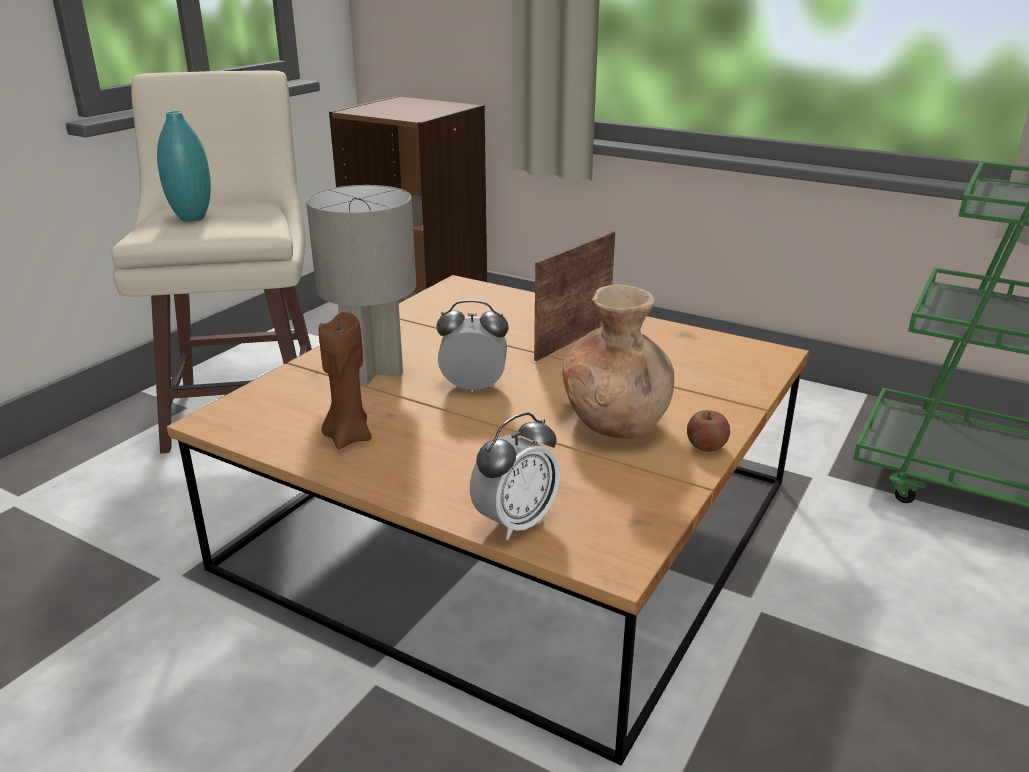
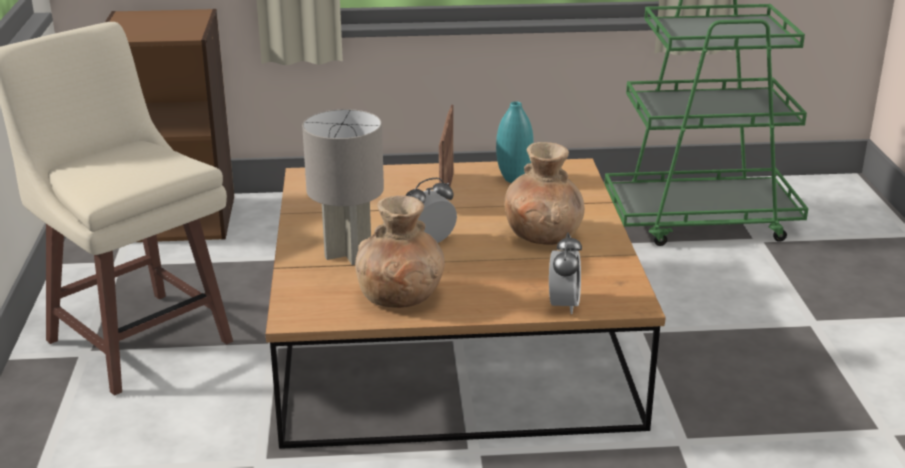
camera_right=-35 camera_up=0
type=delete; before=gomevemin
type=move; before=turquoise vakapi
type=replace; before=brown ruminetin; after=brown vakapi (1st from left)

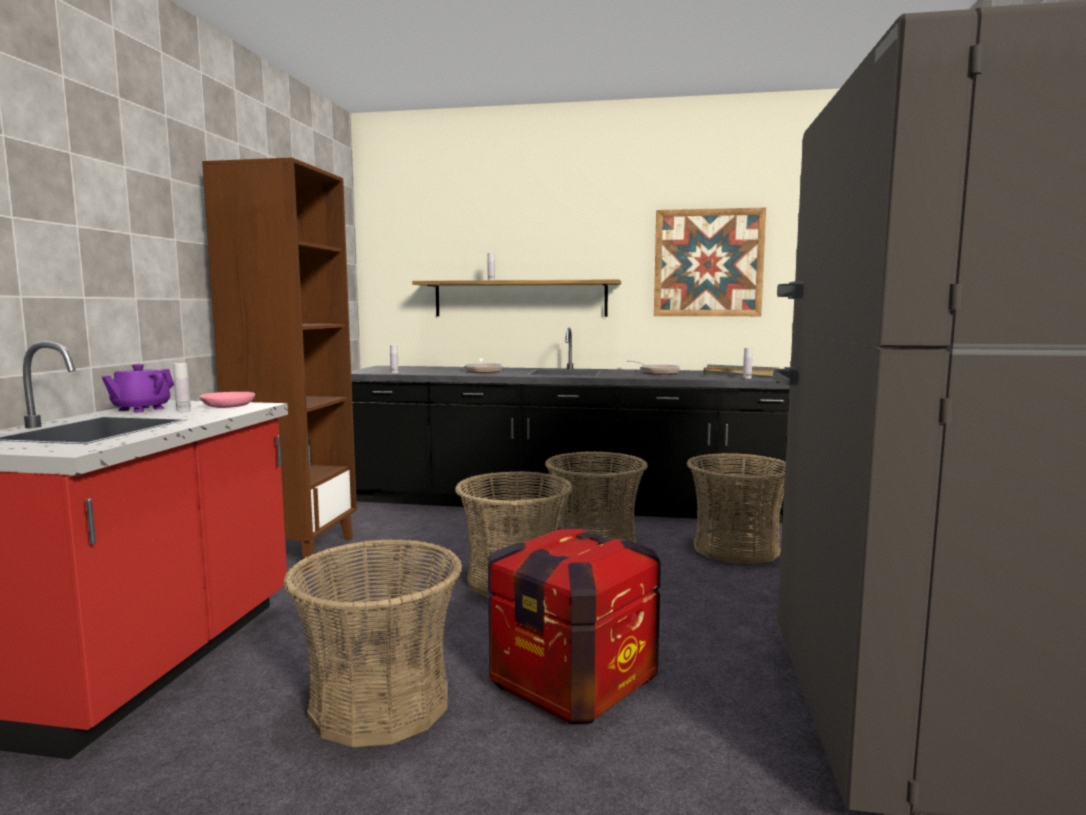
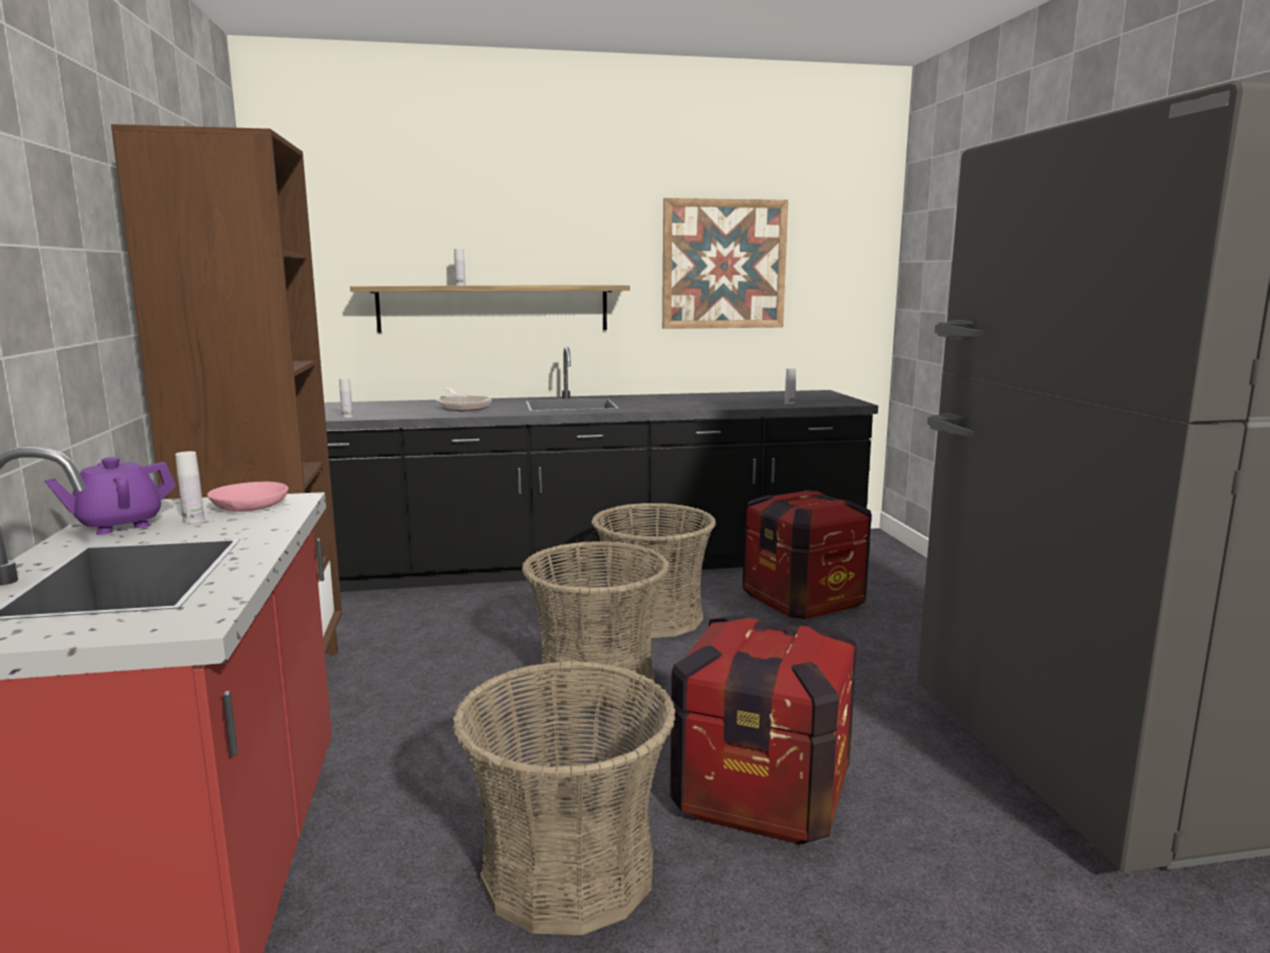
camera_right=-20 camera_up=5
type=delete; before=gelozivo (2nd from left)
type=delete; before=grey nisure
type=replace; before=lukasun (4th from left); after=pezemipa (2nd from left)
type=rotate; before=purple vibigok; turn=45

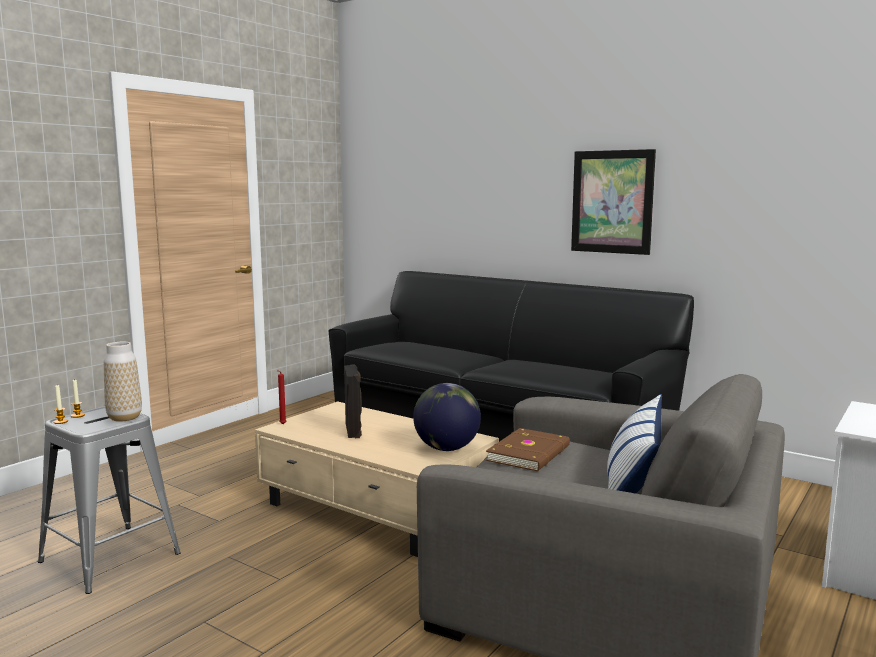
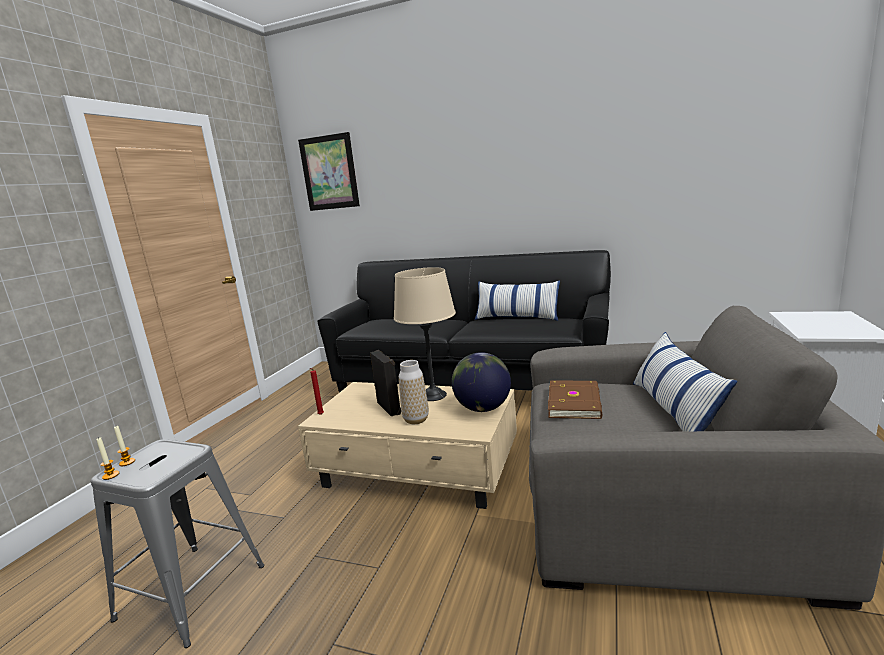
camera_right=-15 camera_up=5
type=insert; after=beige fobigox
type=insert; after=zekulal (1st from left)
type=move; before=vakapi
type=move; before=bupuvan

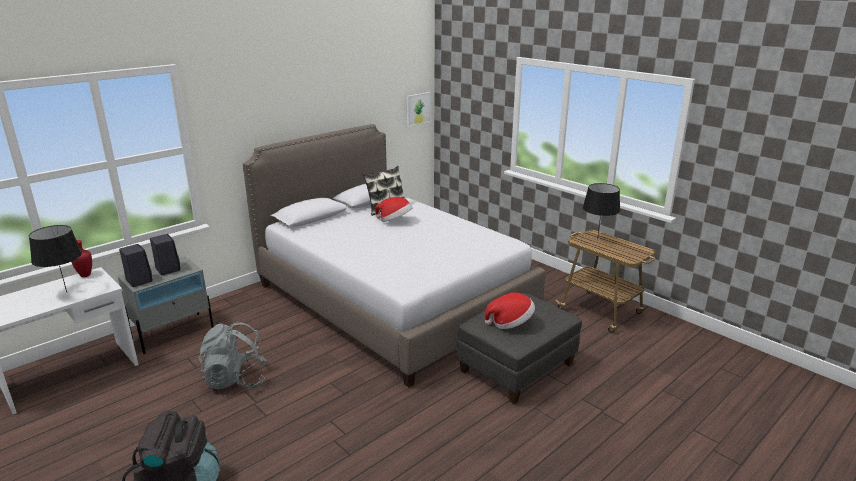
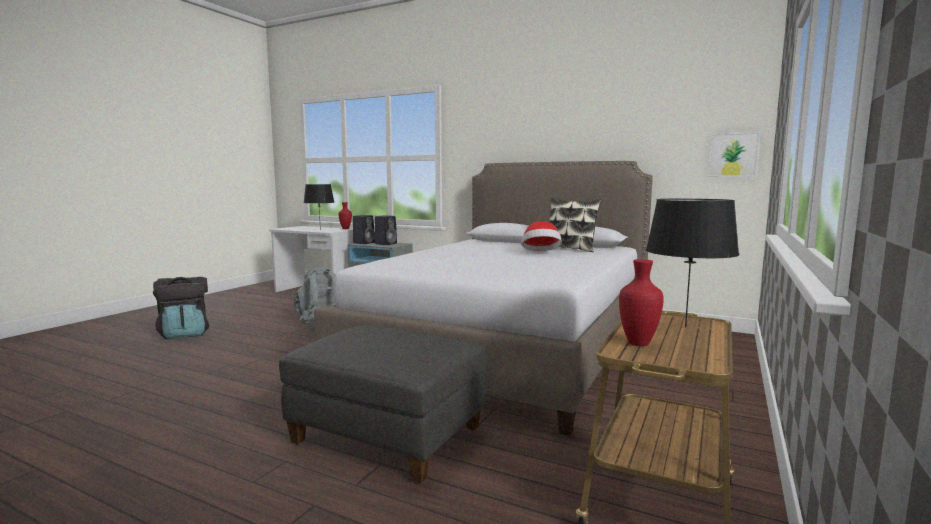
camera_right=70 camera_up=-15
type=delete; before=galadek (2nd from left)
type=insert; after=red vakapi (2nd from left)

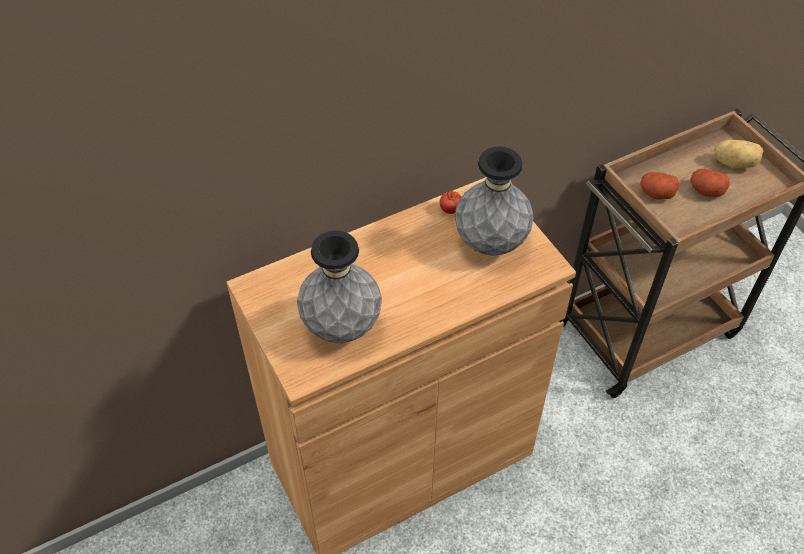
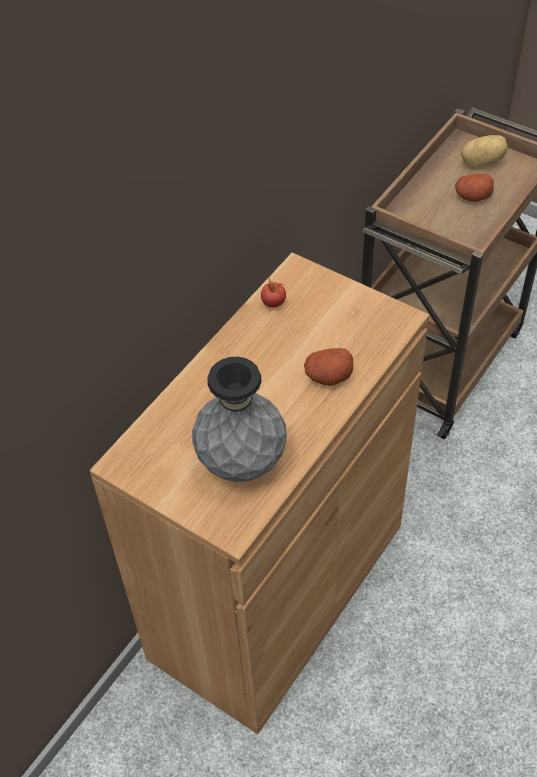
camera_right=-25 camera_up=0
type=delete; before=grey vakapi (2nd from left)
type=move; before=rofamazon (1st from left)

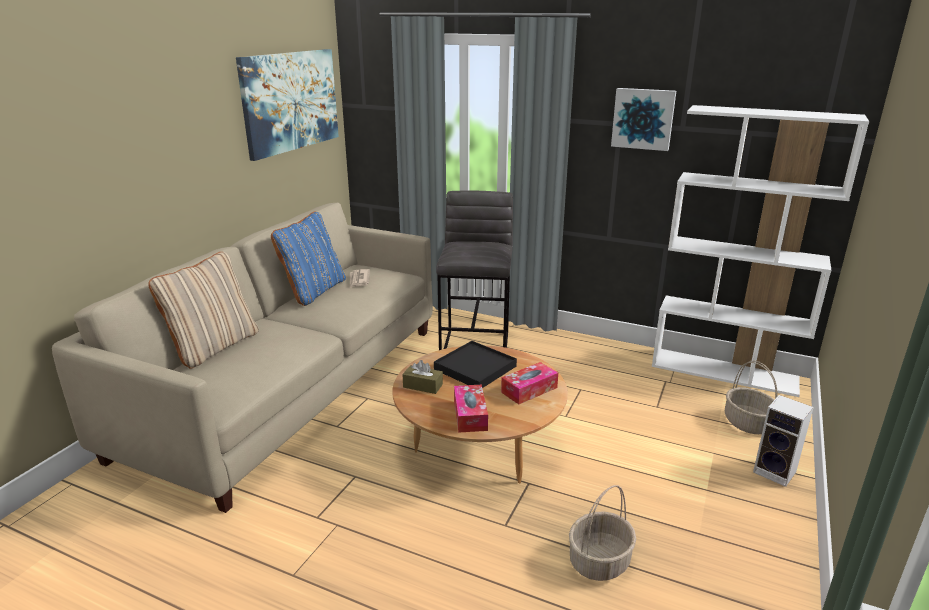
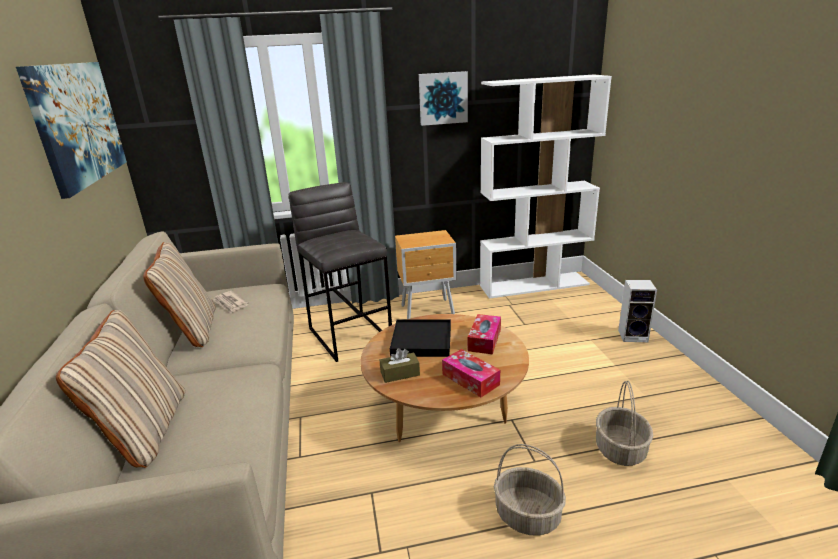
camera_right=-35 camera_up=0
type=insert; after=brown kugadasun
type=move; before=lukasun (2nd from left in the first image); after=lukasun (1st from left)
type=recolor; before=blue zekulal; after=beige zekulal (2nd from left)

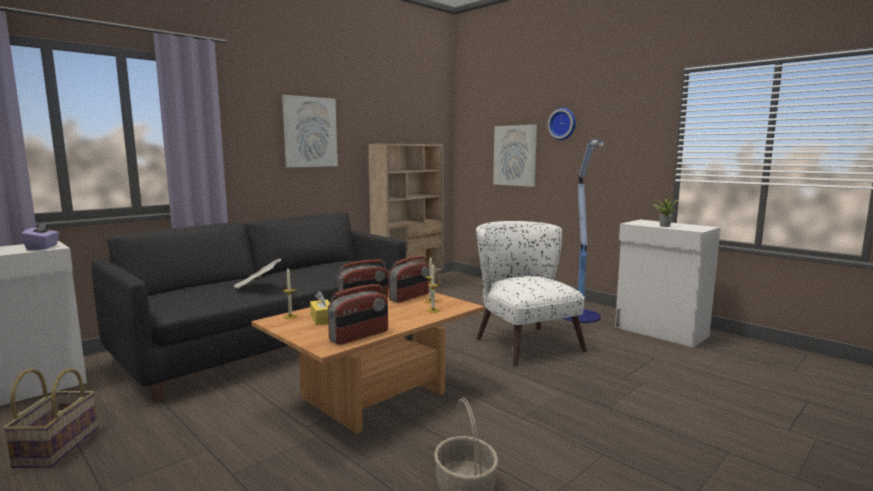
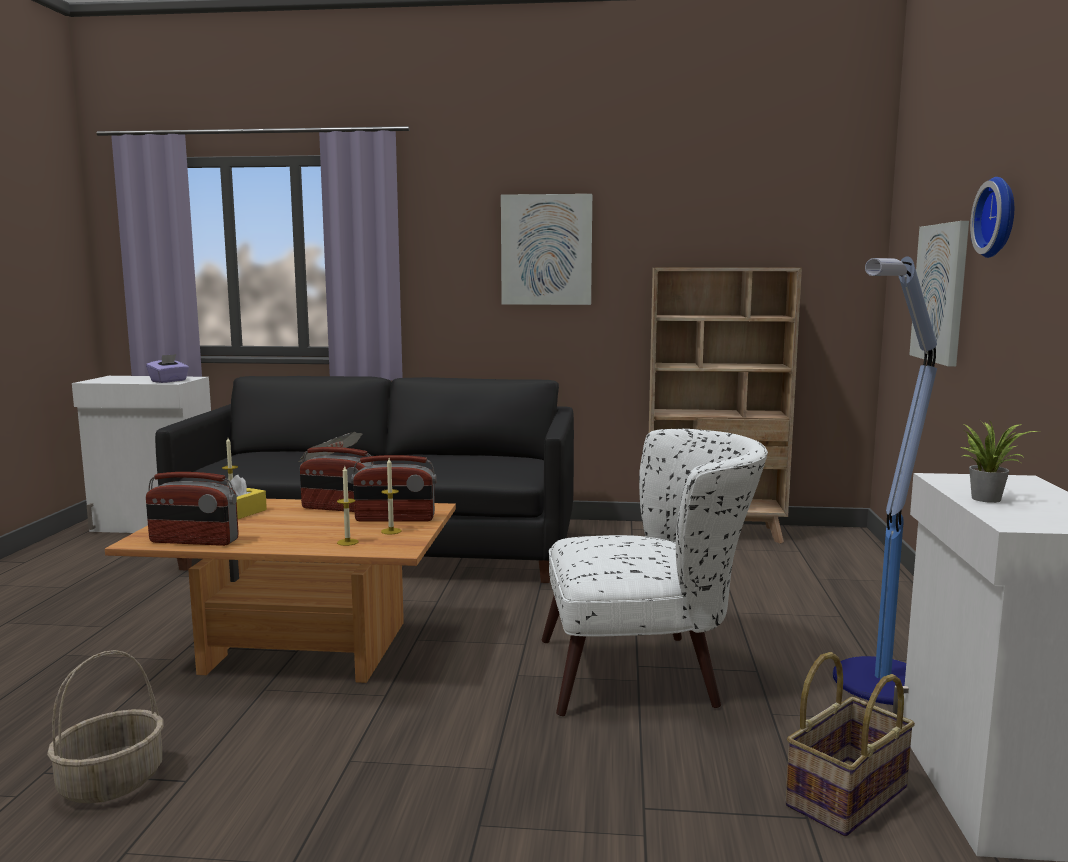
camera_right=50 camera_up=0
type=move; before=lukasun (1st from left in the first image); after=lukasun (2nd from left)
type=rotate; before=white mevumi; turn=60

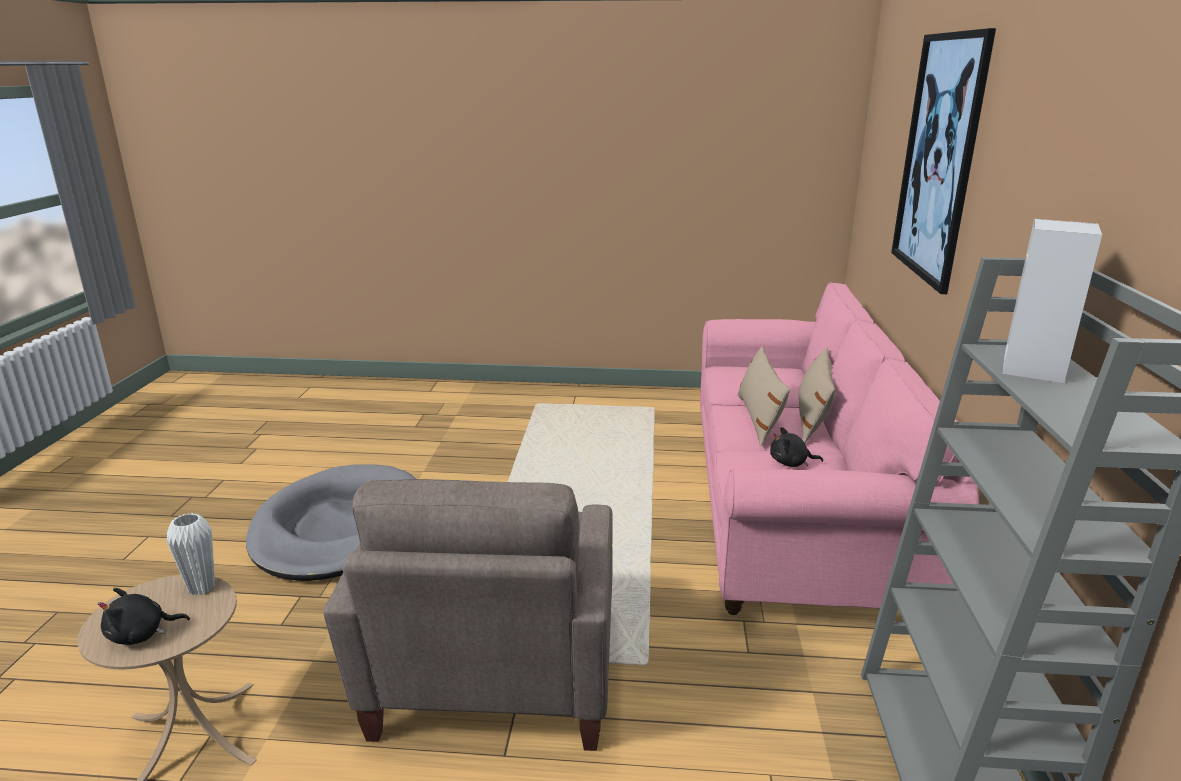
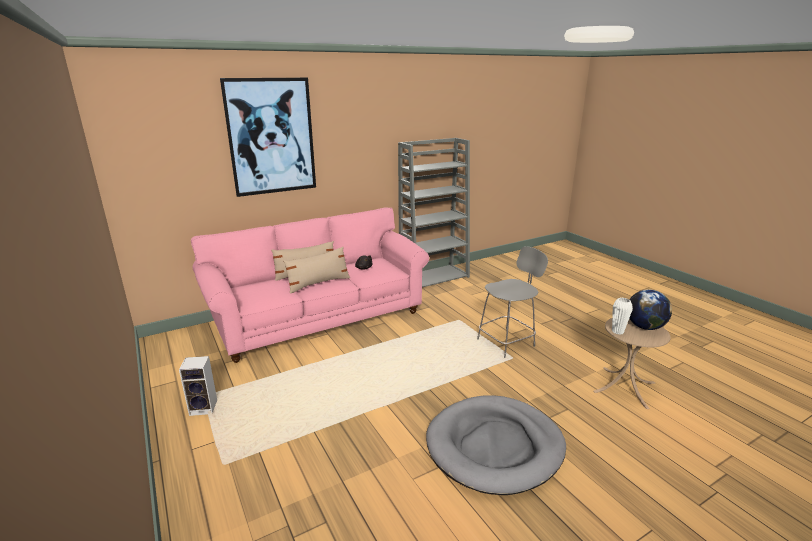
camera_right=-125 camera_up=0
type=move; before=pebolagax
type=replace; before=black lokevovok (1st from left); after=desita
type=replace; before=beige mevumi; after=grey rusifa

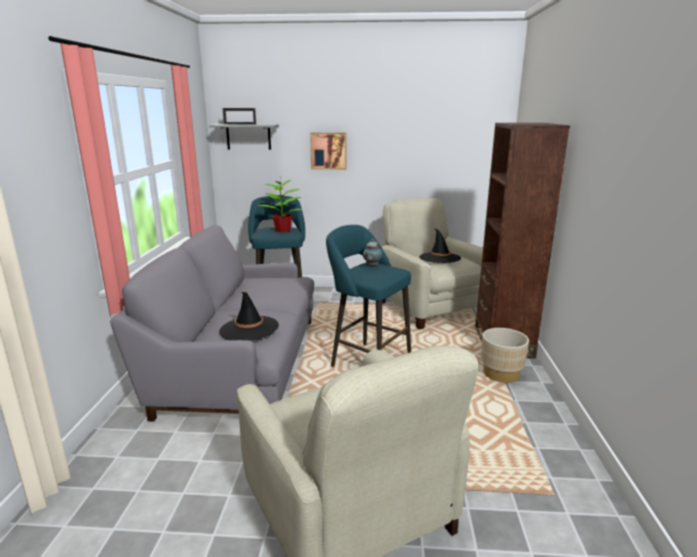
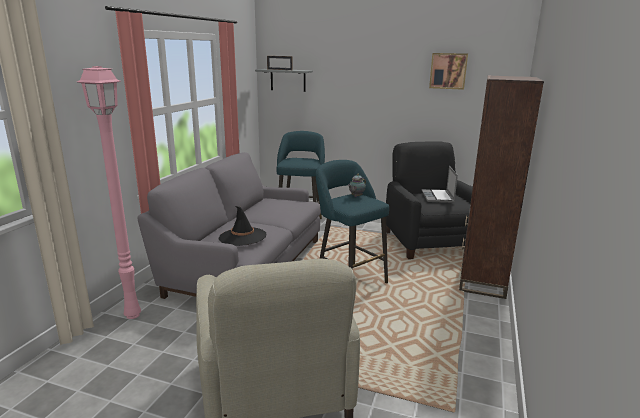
camera_right=15 camera_up=0
type=delete; before=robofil
type=delete; before=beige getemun
type=insert; after=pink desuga
type=move; before=bupuvan
type=replace; before=black galadek (2nd from left); after=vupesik
type=recolor; before=beige mevumi (2nd from left); after=black mevumi

